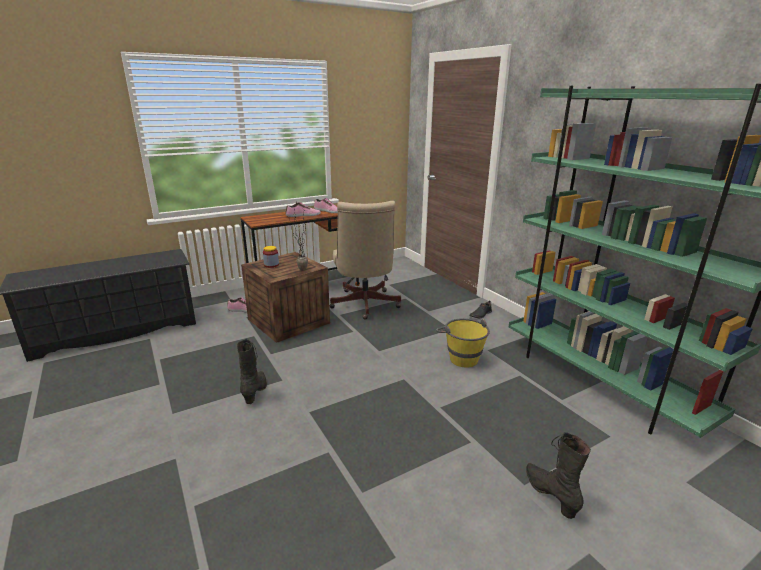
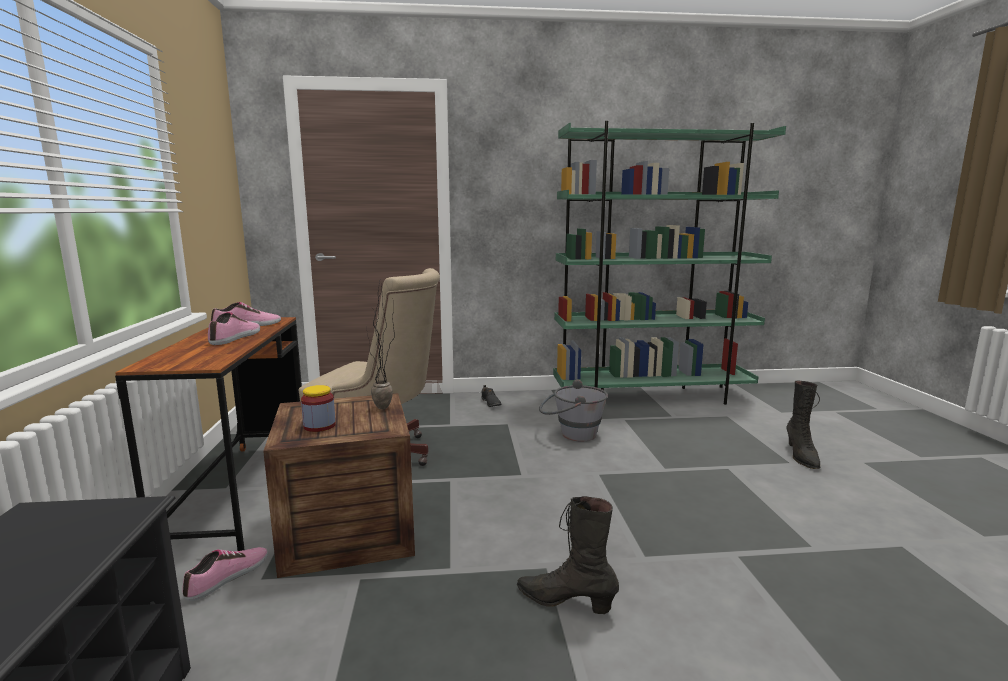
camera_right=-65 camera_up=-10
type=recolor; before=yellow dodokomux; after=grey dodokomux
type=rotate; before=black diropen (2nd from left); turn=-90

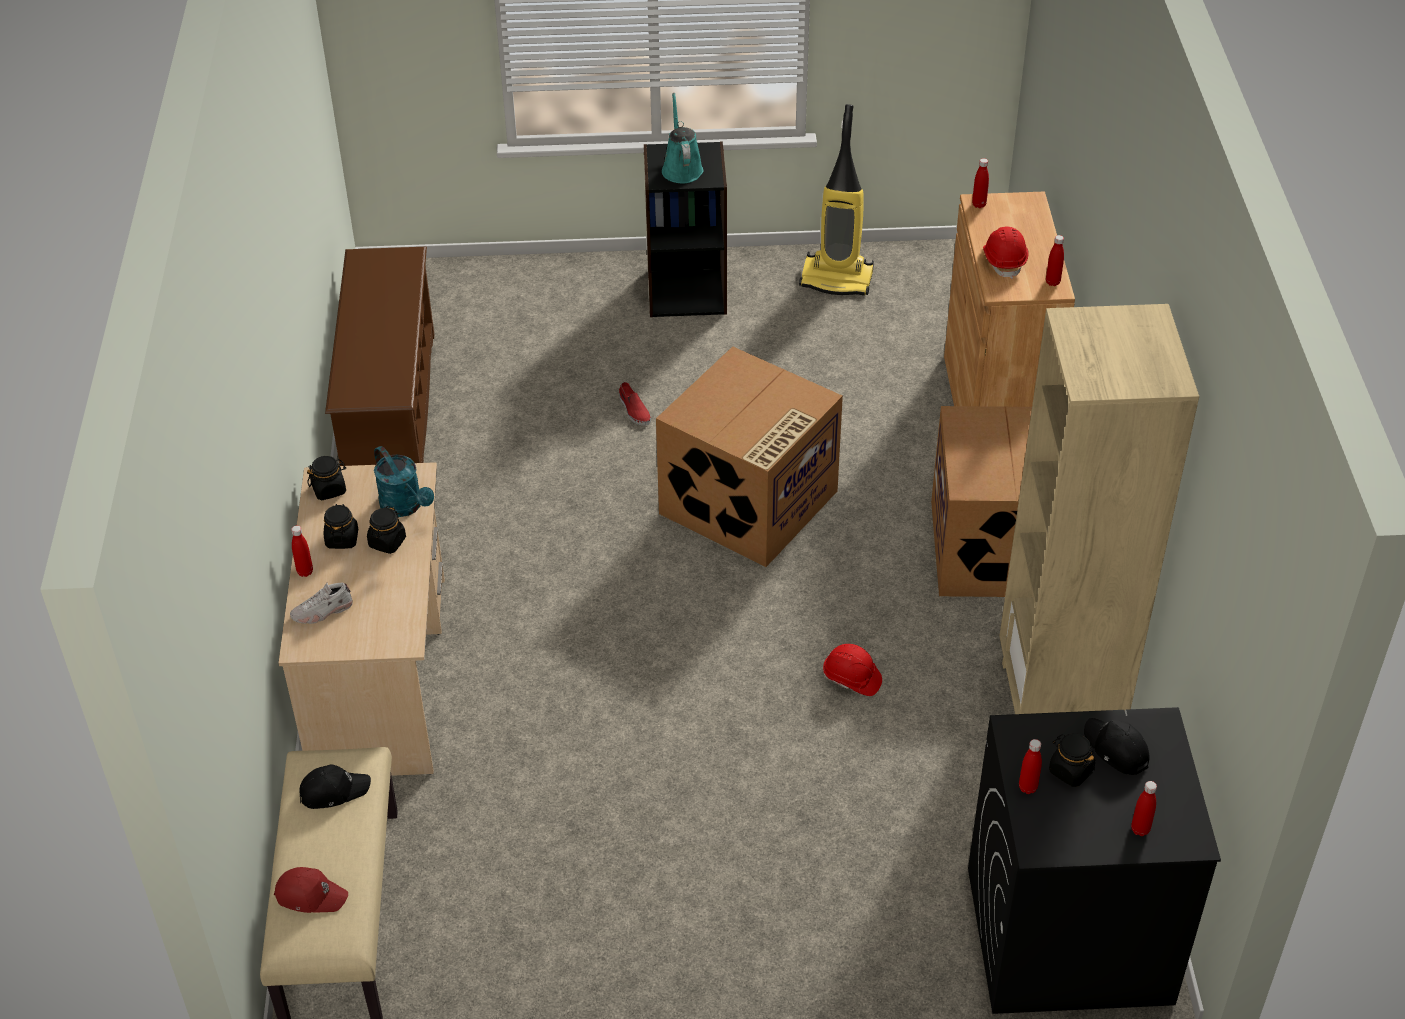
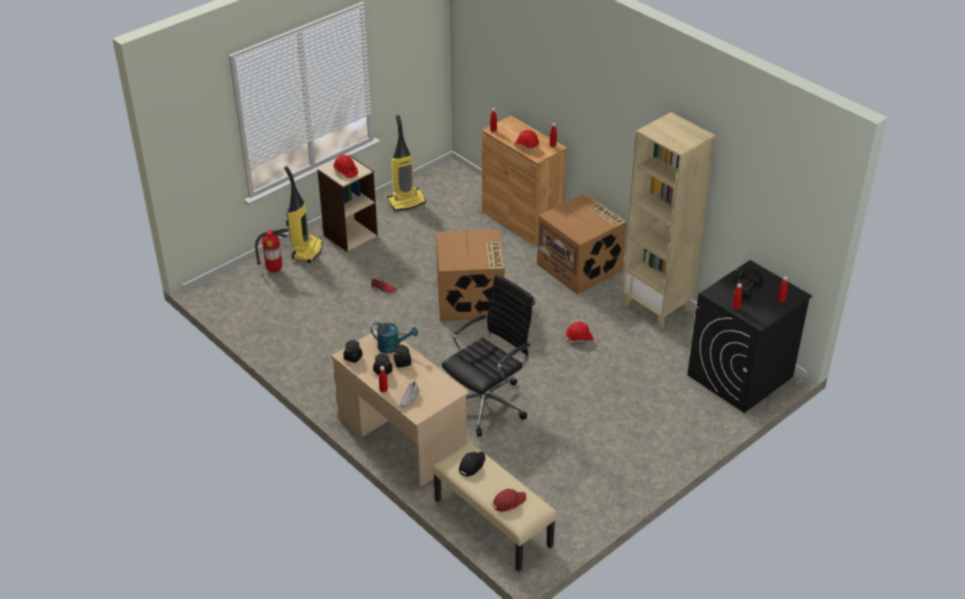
camera_right=-40 camera_up=-5
type=delete; before=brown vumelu
type=insert; after=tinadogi
type=insert; after=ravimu (1st from left)
type=insert; after=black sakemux
type=replace; before=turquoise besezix (2nd from left); after=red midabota (1st from left)
type=recolor; before=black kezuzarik; after=beige kezuzarik (1st from left)

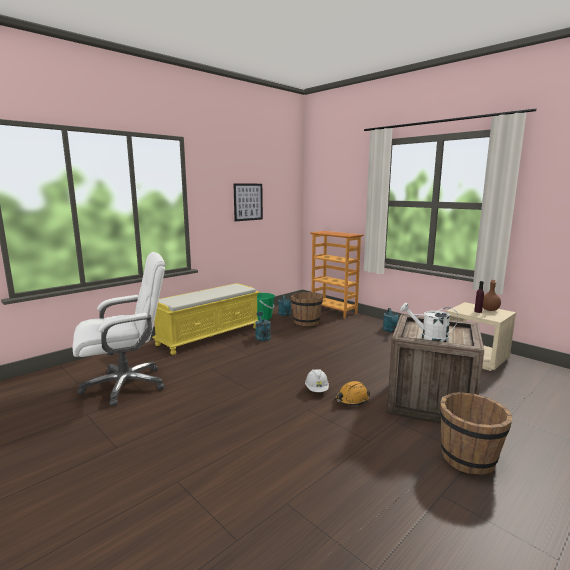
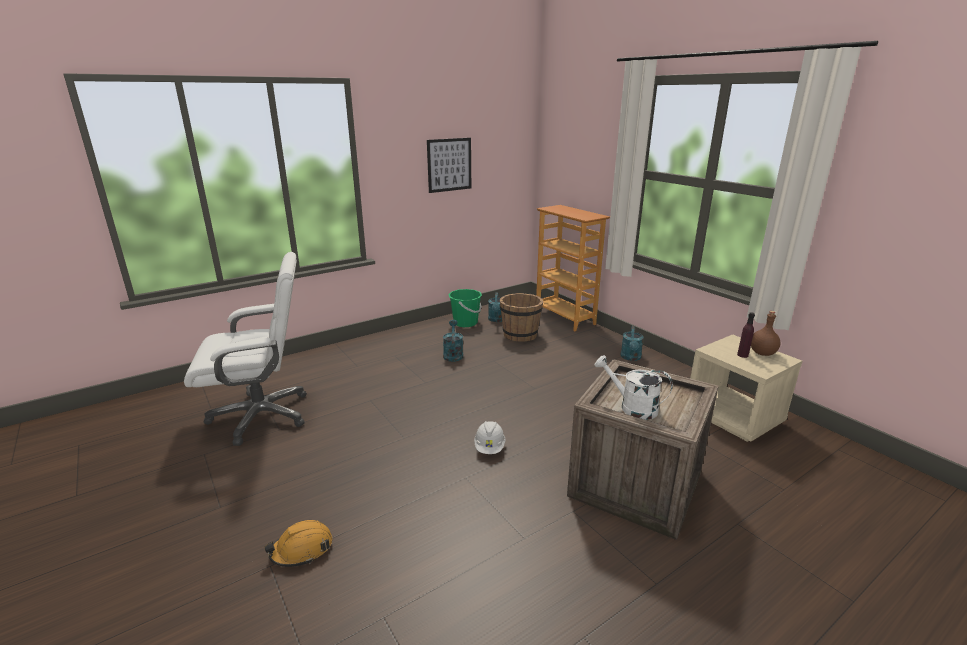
camera_right=10 camera_up=10
type=delete; before=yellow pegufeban
type=delete; before=brown dodokomux (2nd from left)
type=move; before=orange midabota

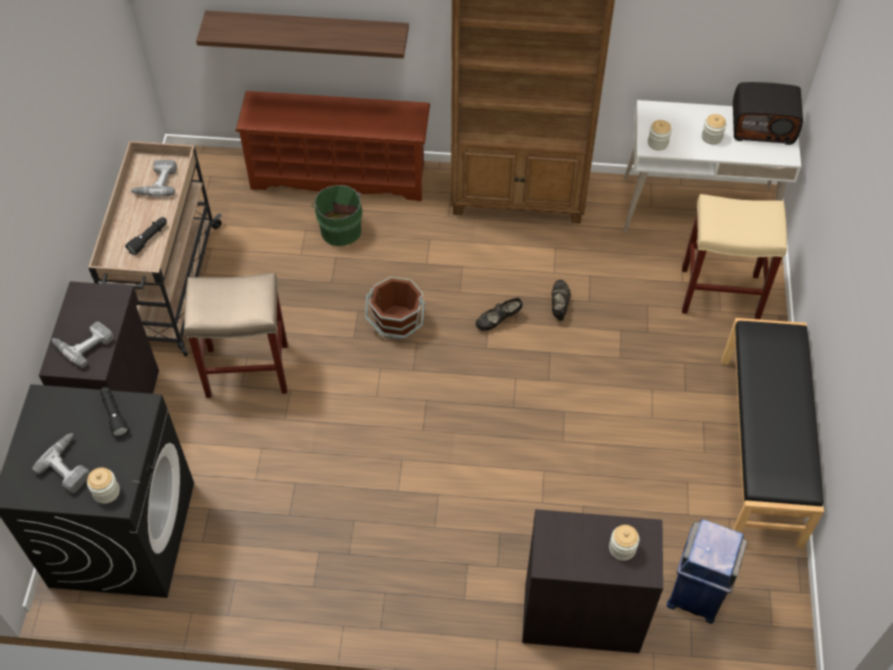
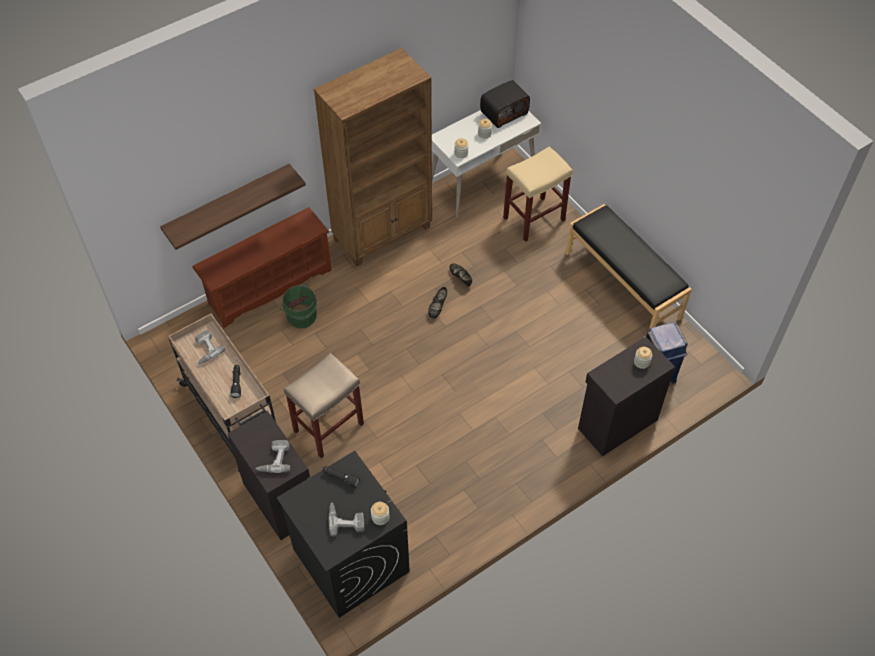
camera_right=-40 camera_up=0
type=delete; before=brown dodokomux

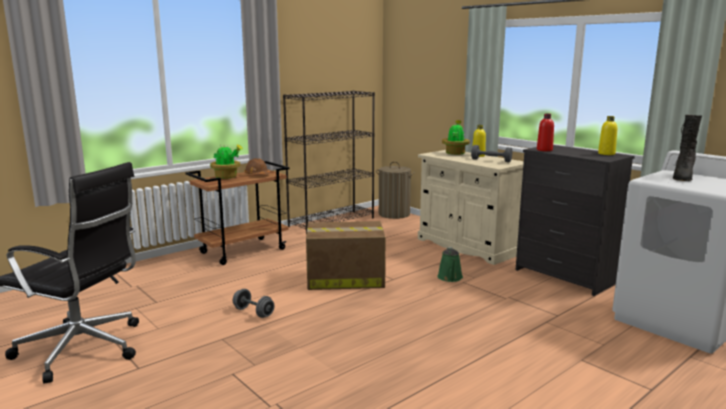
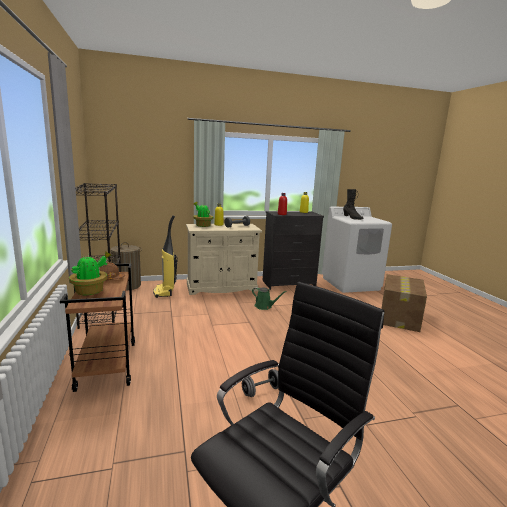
camera_right=-65 camera_up=0
type=insert; after=ravimu
type=move; before=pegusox

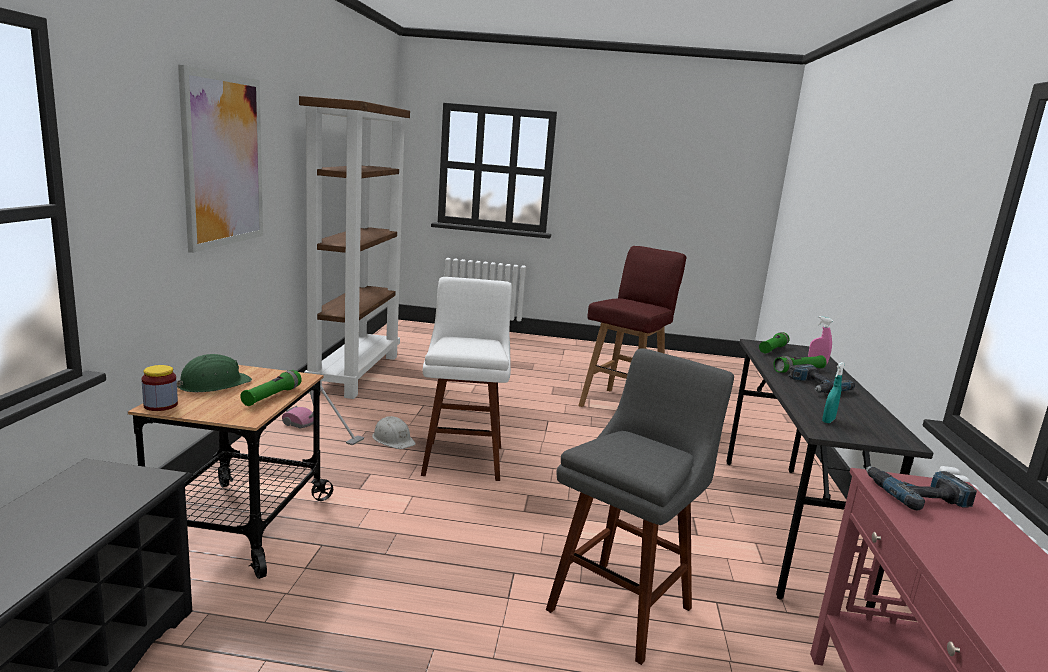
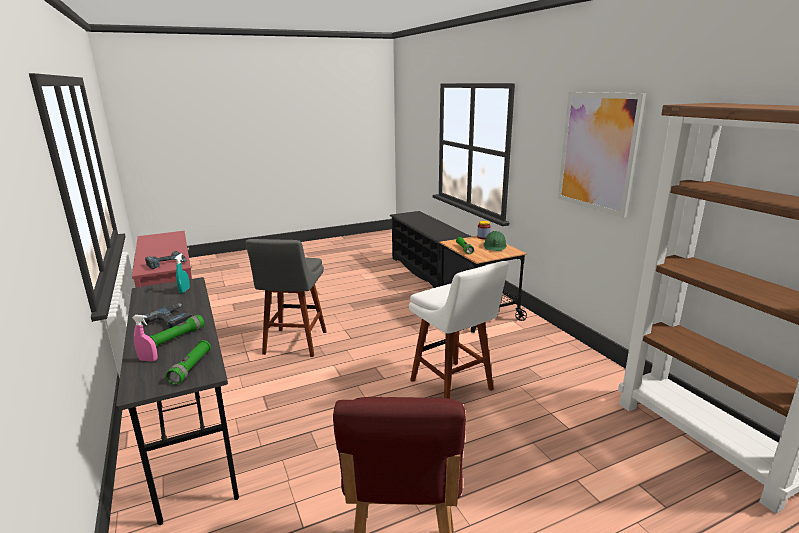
camera_right=150 camera_up=5
type=delete; before=ravimu
type=delete; before=white midabota

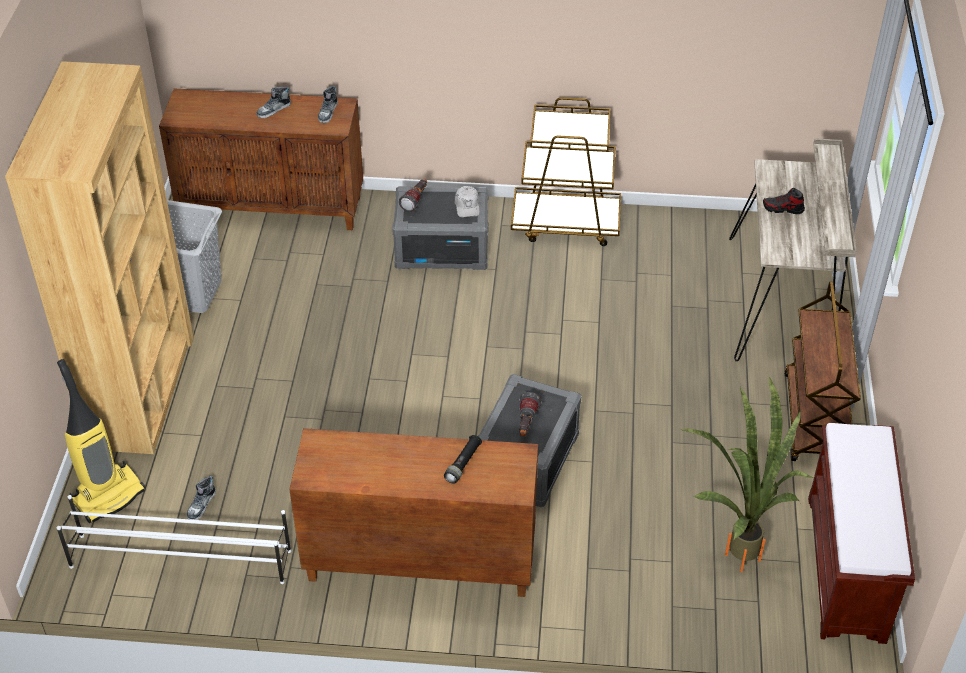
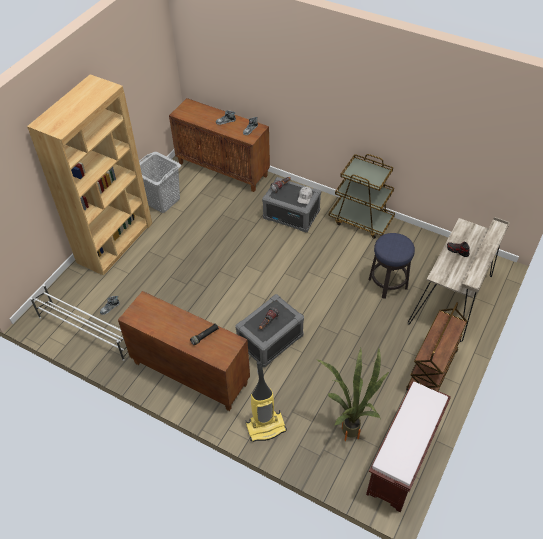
camera_right=25 camera_up=5
type=insert; after=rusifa
type=move; before=ravimu

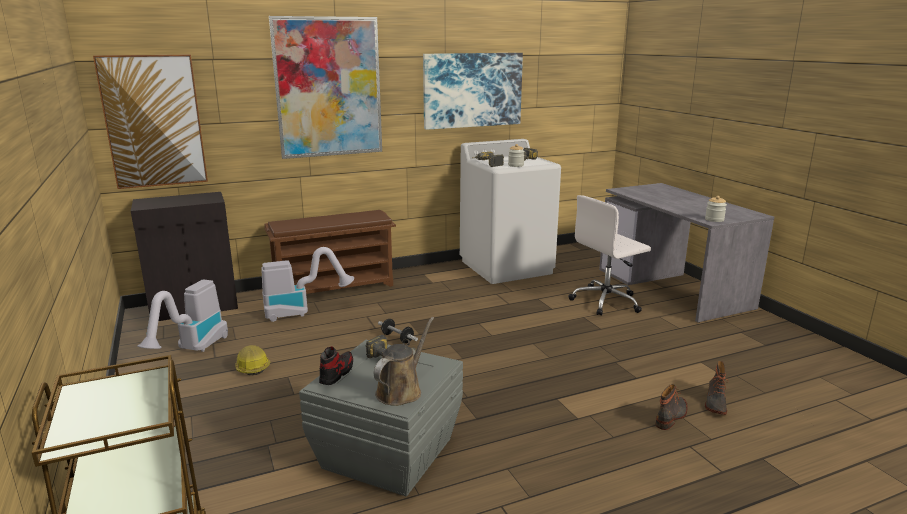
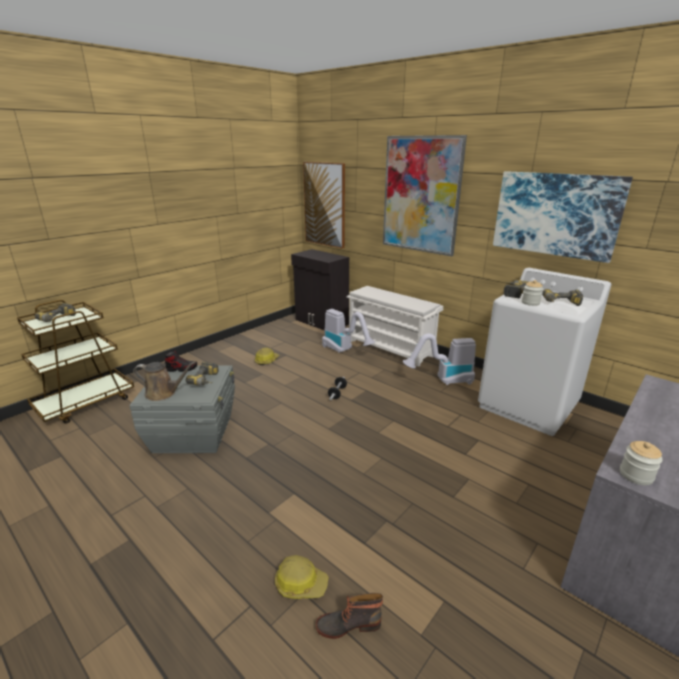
camera_right=65 camera_up=5
type=delete; before=white sakemux
type=insert; after=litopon (1st from left)
type=move; before=ravimu (1st from left in the first image); after=ravimu (2nd from left)
type=replace; before=diropen (1st from left); after=midabota (2nd from left)
type=recolor; before=brown vumelu; after=white vumelu

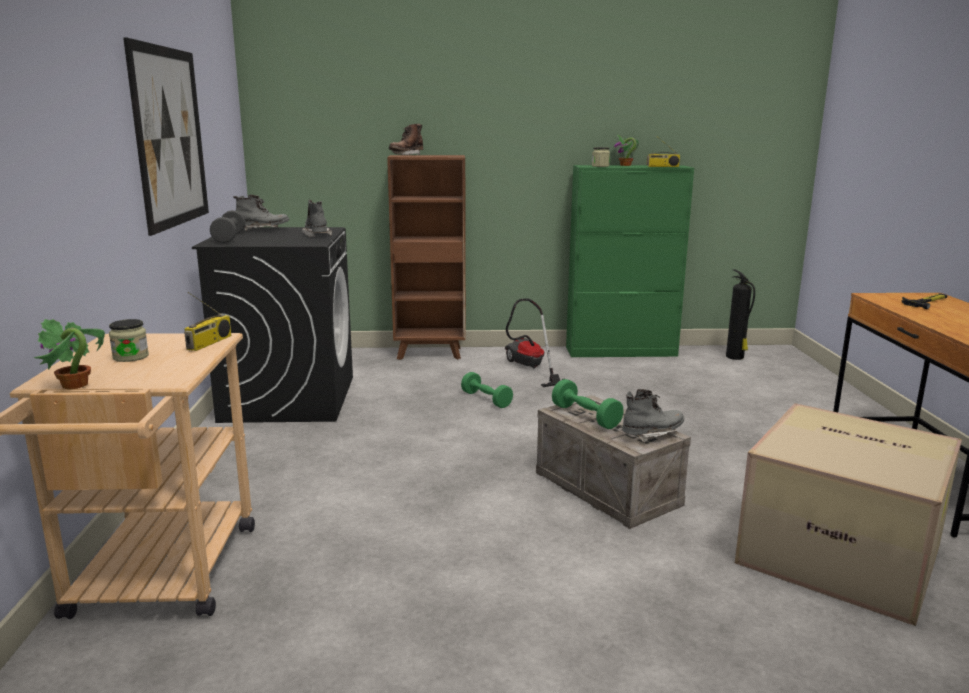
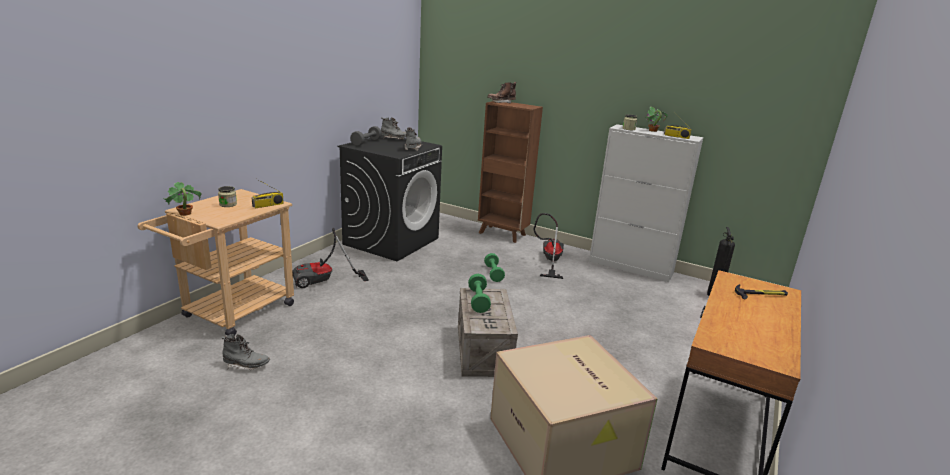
camera_right=30 camera_up=5
type=delete; before=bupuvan
type=insert; after=ravimu (1st from left)
type=move; before=grey diropen (3rd from left in the first image); after=grey diropen (1st from left)
type=recolor; before=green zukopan; after=white zukopan

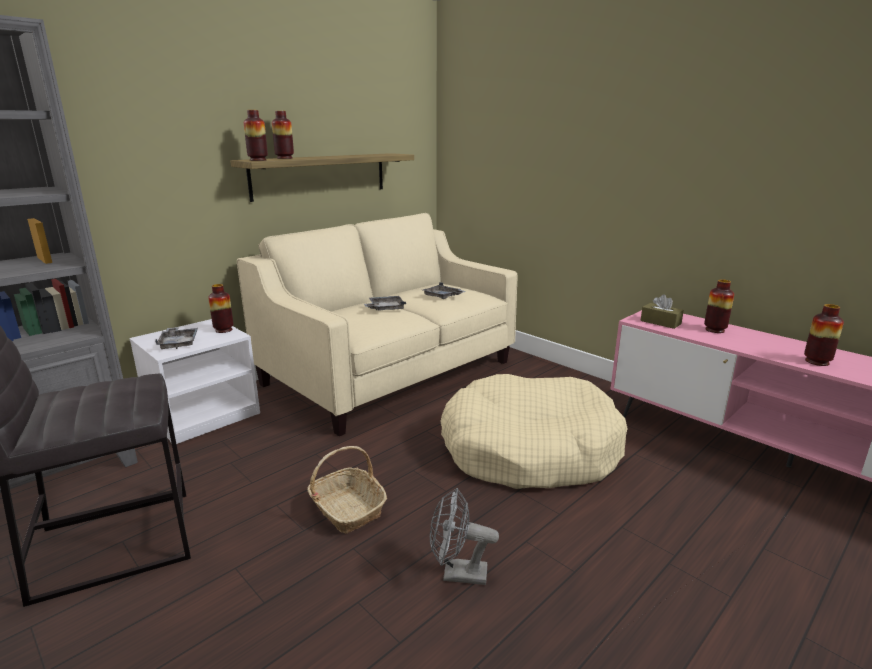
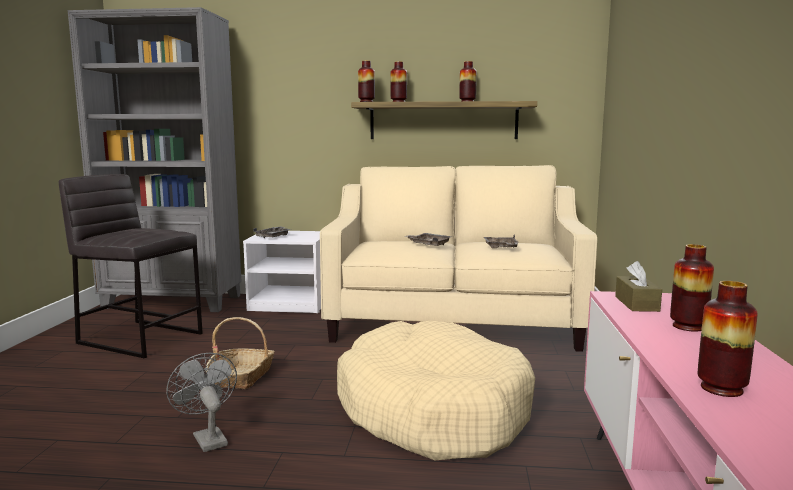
camera_right=50 camera_up=-10
type=move; before=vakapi (1st from left in the first image); after=vakapi (3rd from left)

